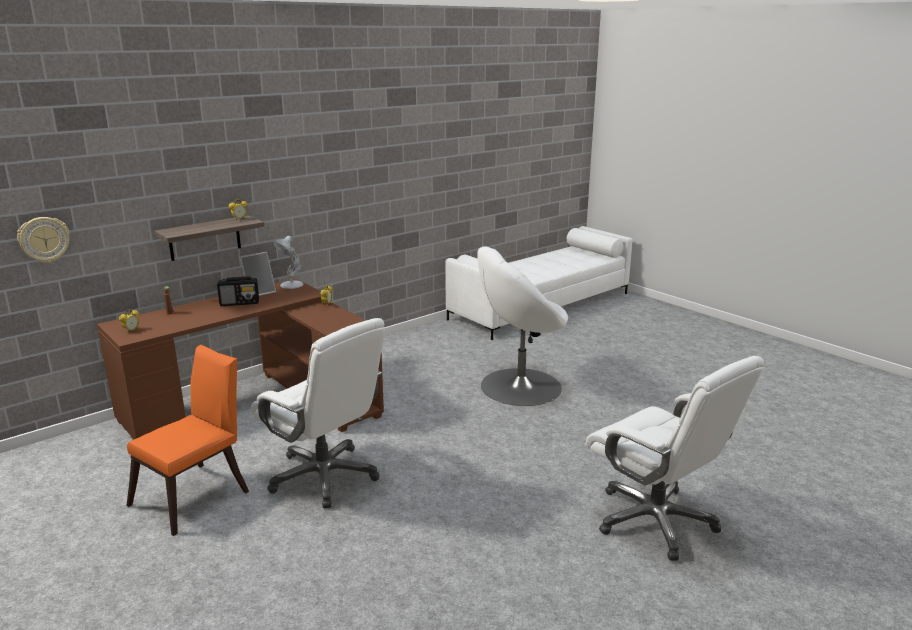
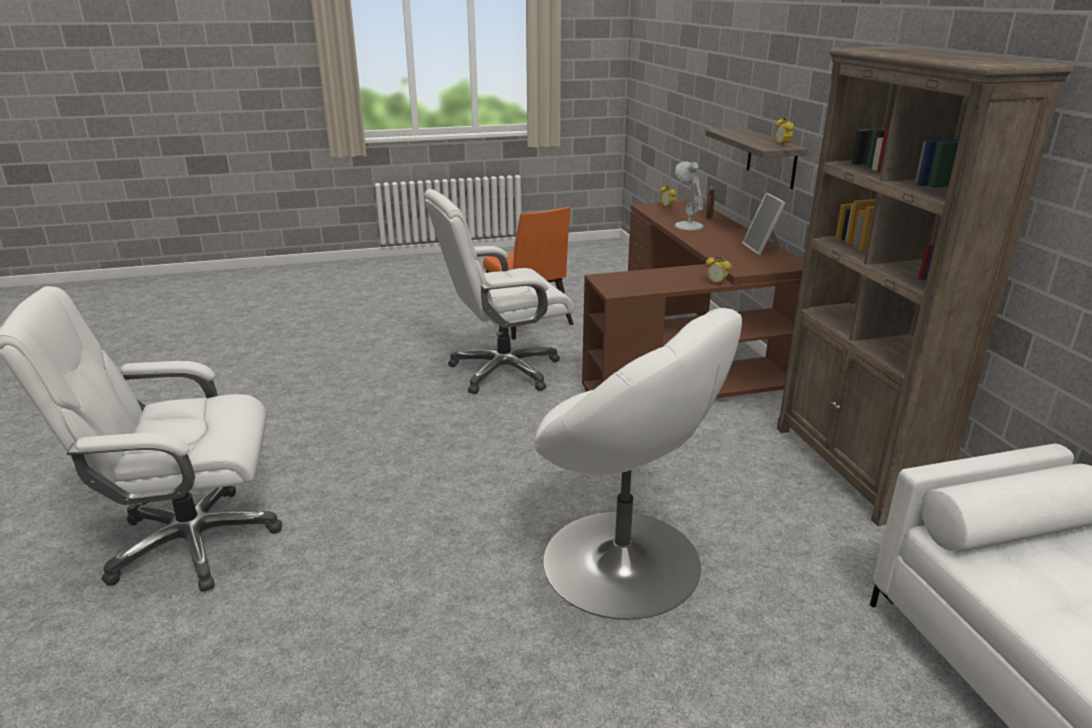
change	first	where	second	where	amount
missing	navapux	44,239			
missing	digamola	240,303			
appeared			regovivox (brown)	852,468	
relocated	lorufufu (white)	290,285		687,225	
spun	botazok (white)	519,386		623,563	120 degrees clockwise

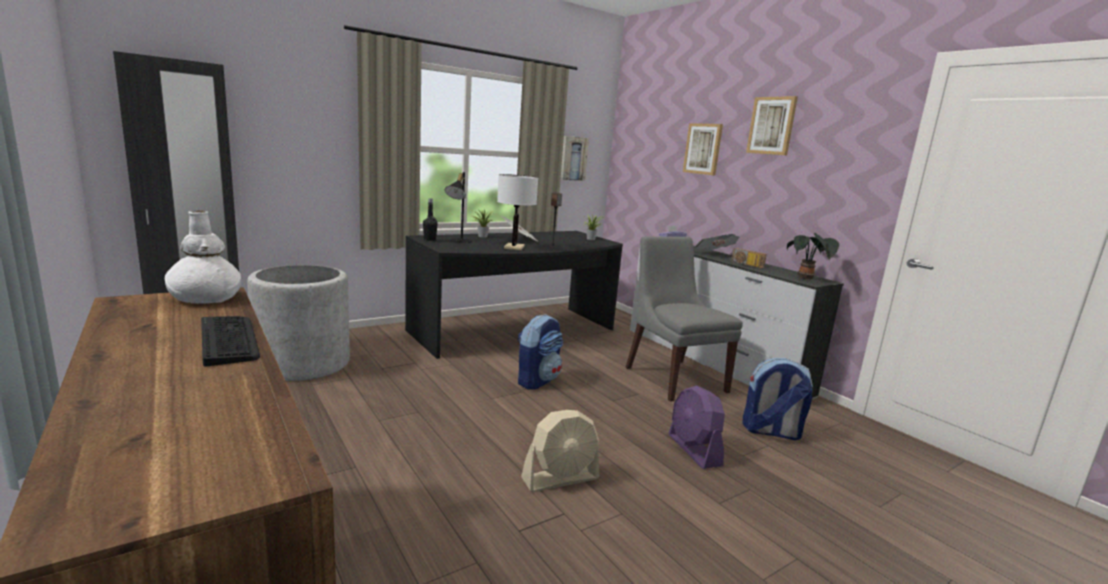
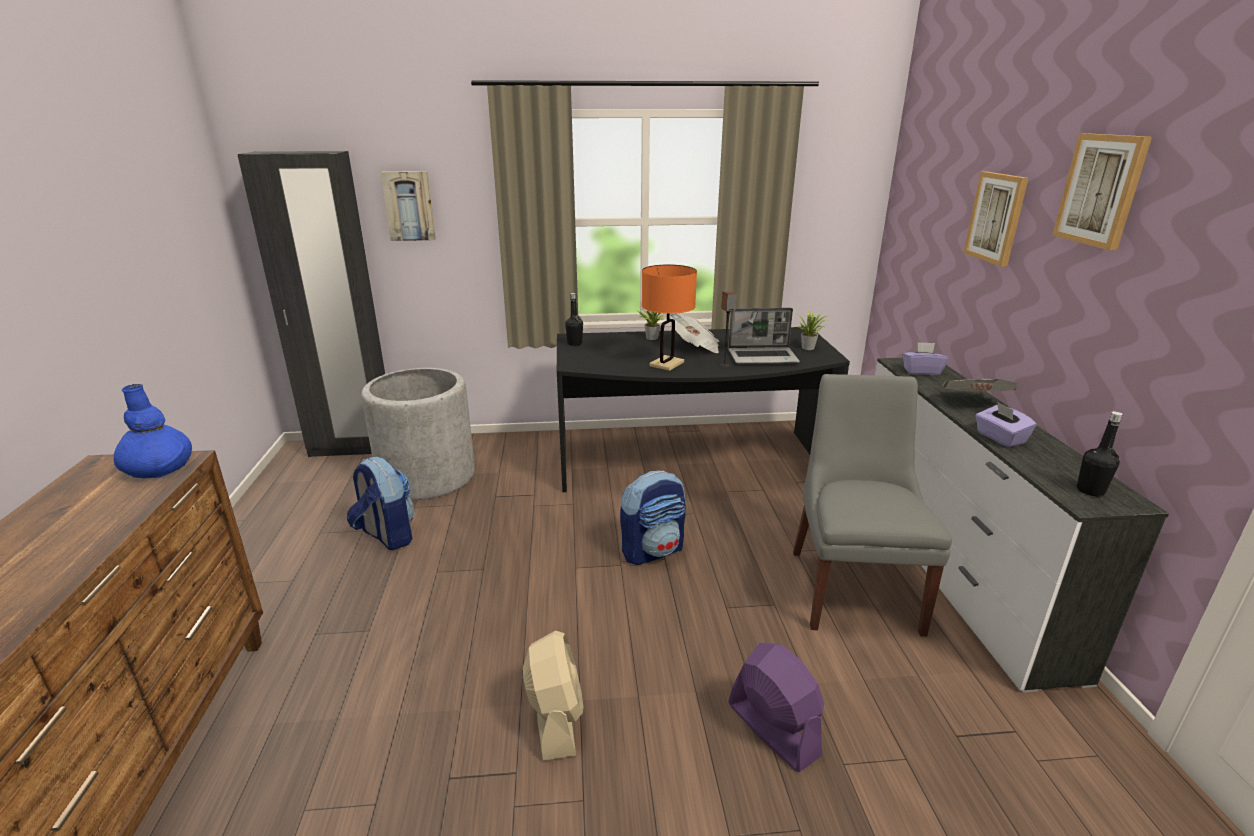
change	first	where	second	where	amount
missing	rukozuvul	229,340			
missing	lorufufu (black)	458,241			
appeared			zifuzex	763,357	
relocated	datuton	573,158		409,206	
relocated	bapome	771,431		386,536	
exchanged	digamola	745,265	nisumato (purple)	1000,438	
exchanged	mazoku	806,278	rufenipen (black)	1090,491	
colour	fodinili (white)	206,298	fodinili (blue)	159,467	
colour	lorufufu (white)	514,247	lorufufu (orange)	666,364	
spun	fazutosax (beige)	560,478		555,717	105 degrees counterclockwise
spun	fazutosax (purple)	694,450		772,729	135 degrees clockwise

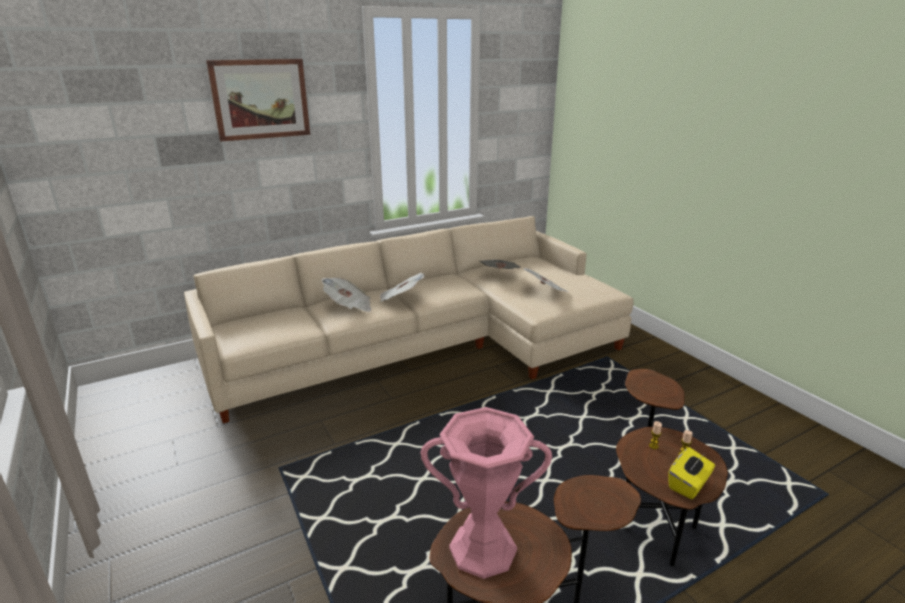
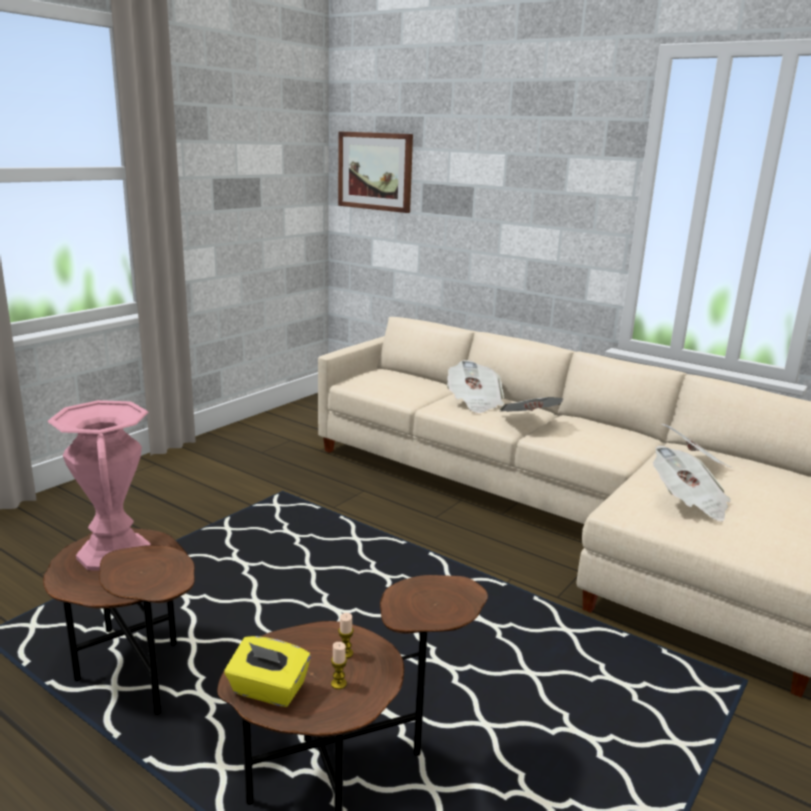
change	first	where	second	where	amount
relocated	datuton	260,99		375,171	

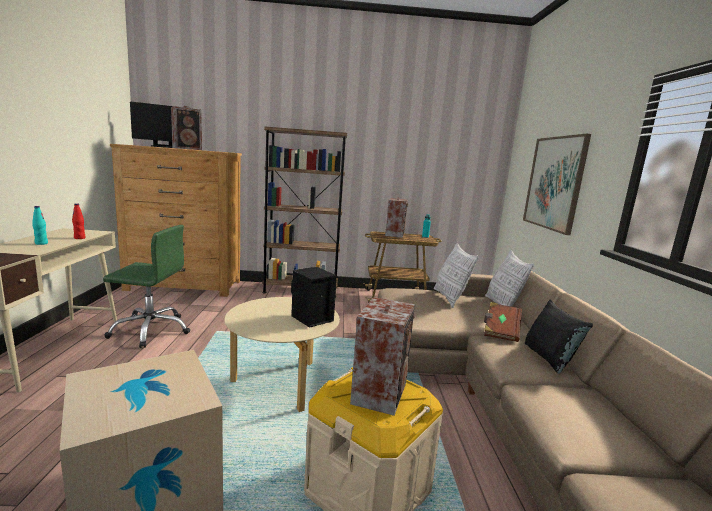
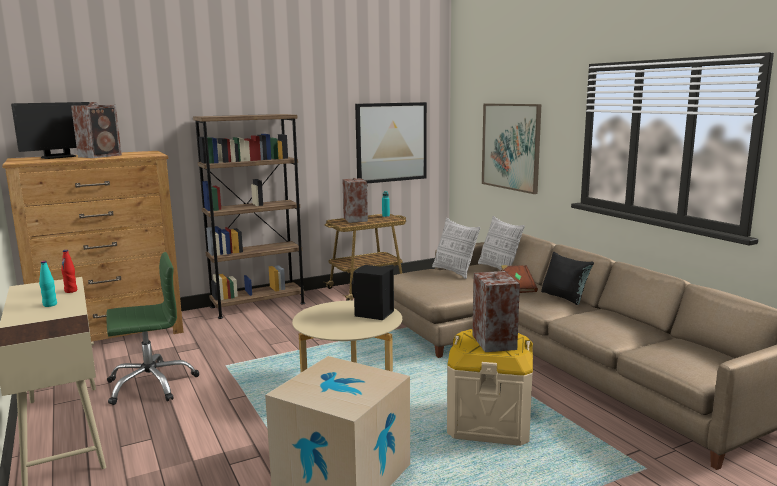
change	first	where	second	where	amount
appeared			datuton	391,142	

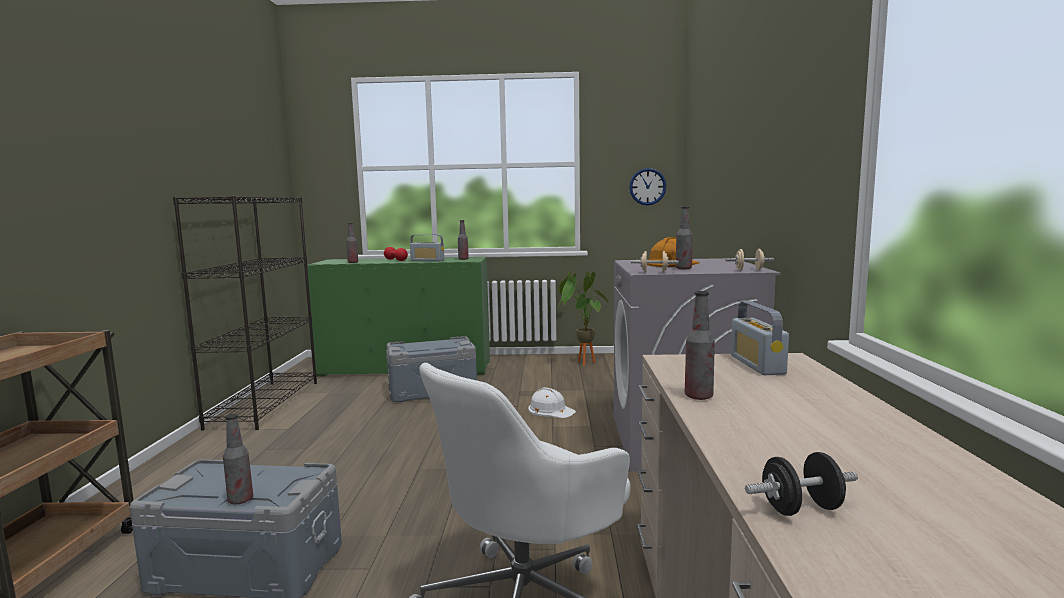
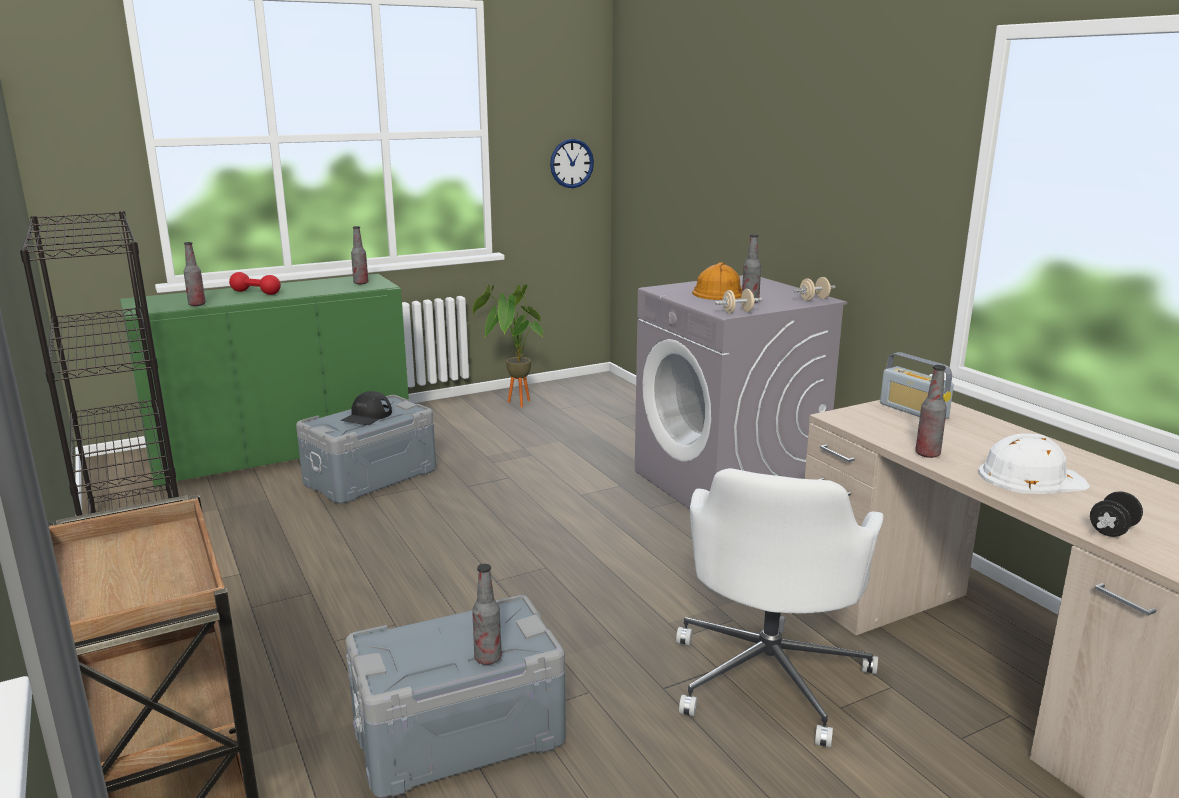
change	first	where	second	where	amount
missing	digamola	427,260			
appeared			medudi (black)	367,416	
relocated	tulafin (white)	550,410		1030,477	

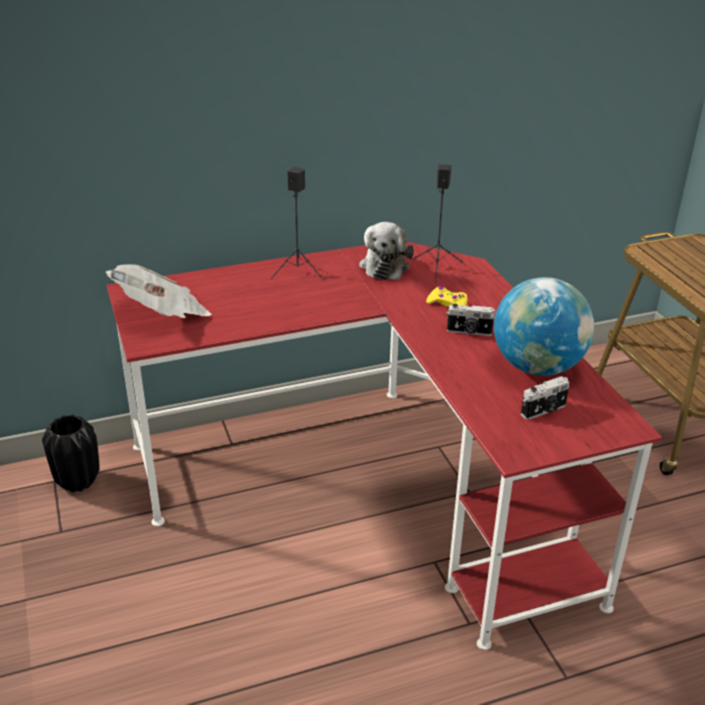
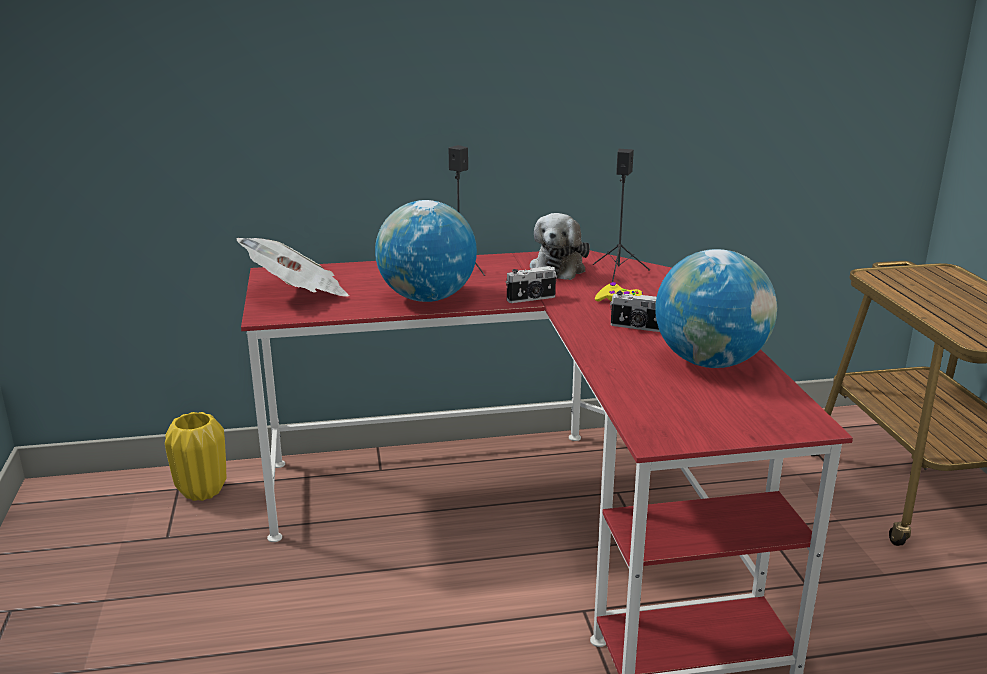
change	first	where	second	where	amount
appeared			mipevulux	427,298	
relocated	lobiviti	544,411		531,299	
colour	fodinili (black)	78,481	fodinili (yellow)	203,491	

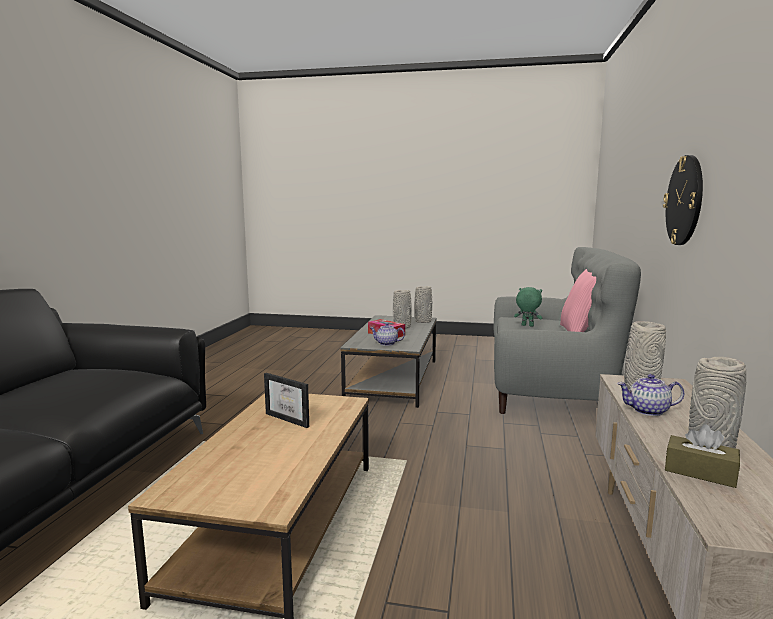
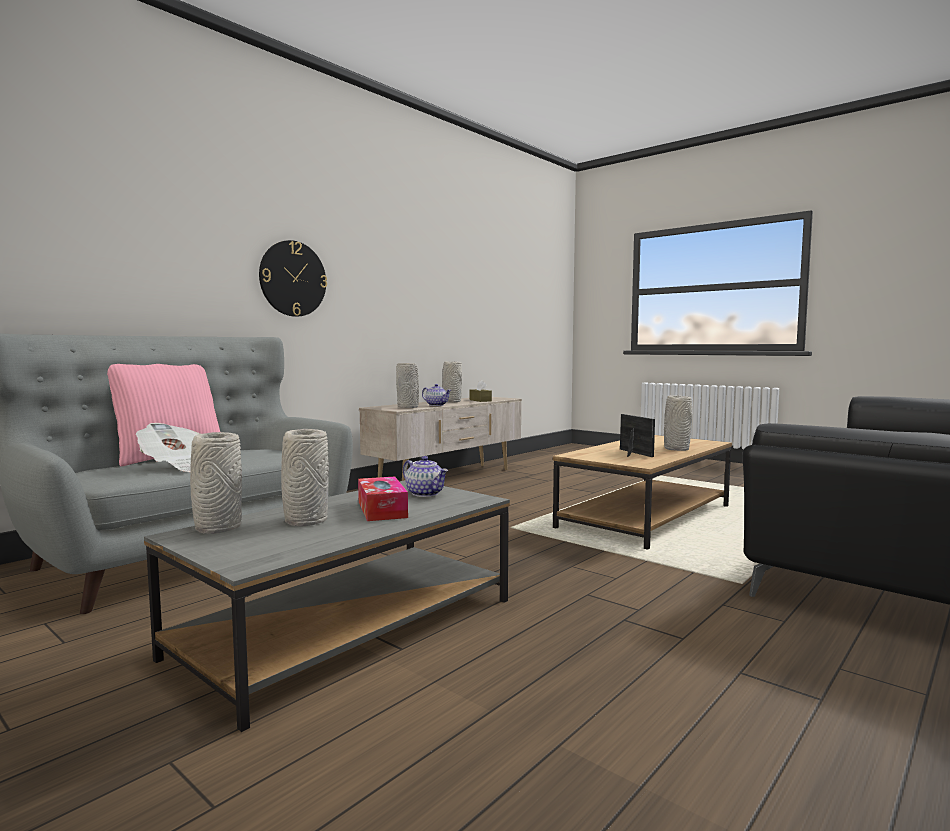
change	first	where	second	where	amount
appeared			fodinili (grey)	676,449	
exchanged	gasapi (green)	527,326	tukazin	178,467	

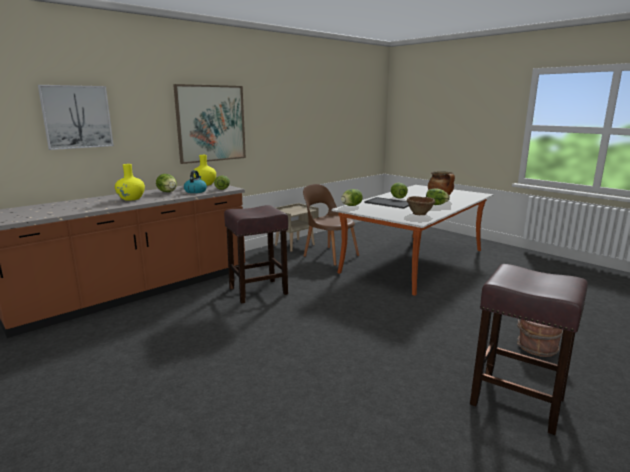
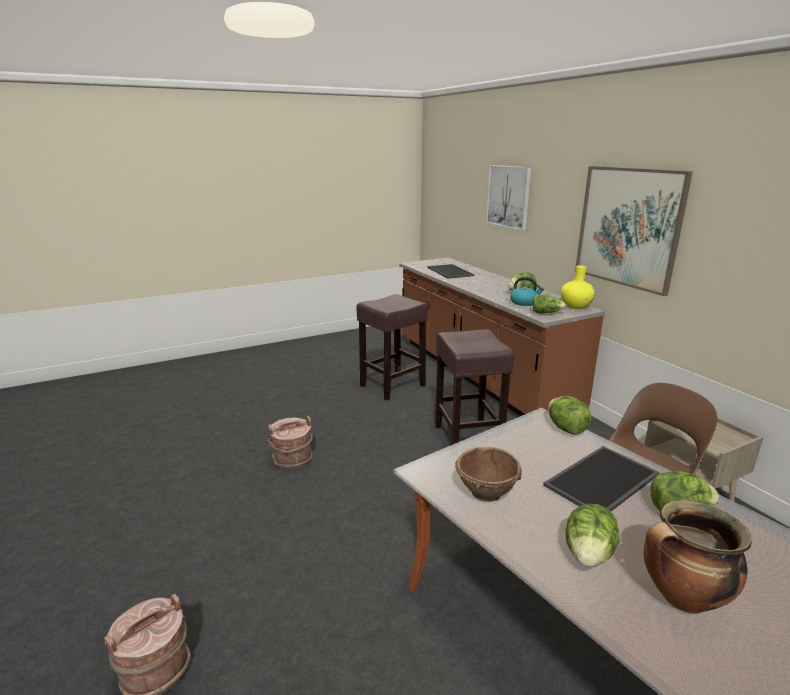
change	first	where	second	where	amount
missing	fodinili (yellow)	131,199			
appeared			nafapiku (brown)	292,459	
appeared			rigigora	449,271	
relocated	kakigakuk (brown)	519,402		392,386	

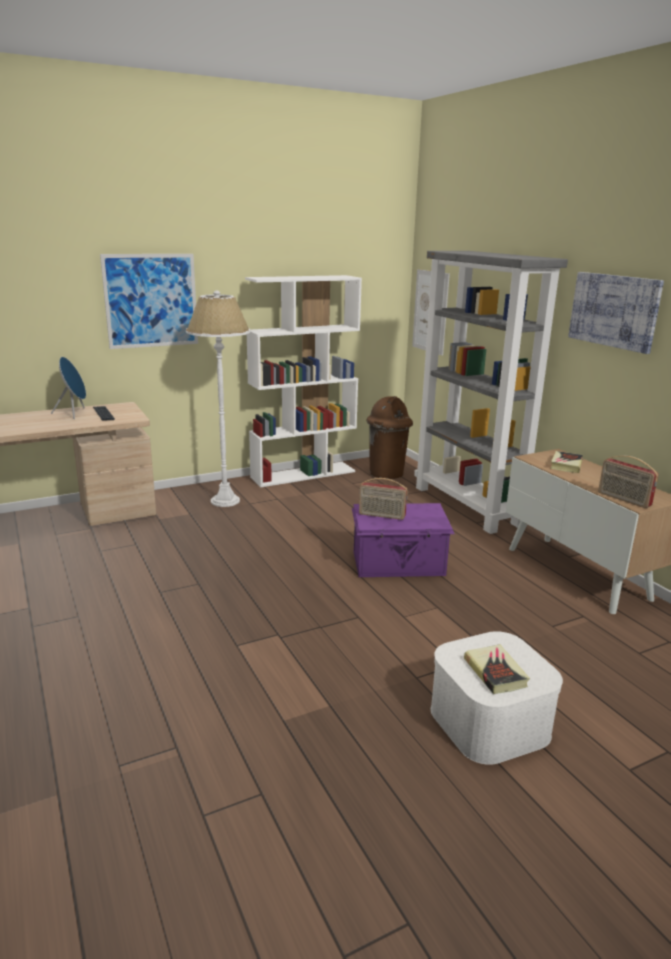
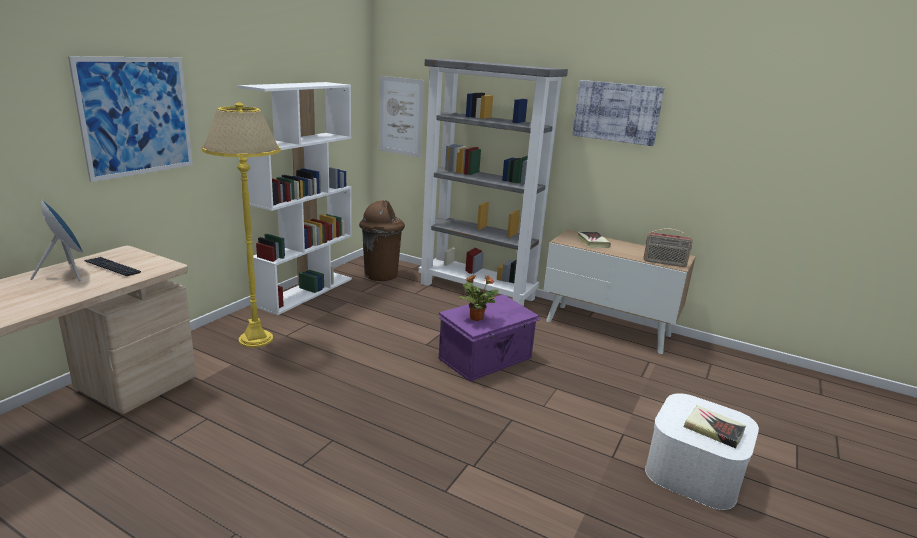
change	first	where	second	where	amount
exchanged	digamola	381,515	mazoku	476,317	
colour	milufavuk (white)	225,501	milufavuk (yellow)	255,339	

